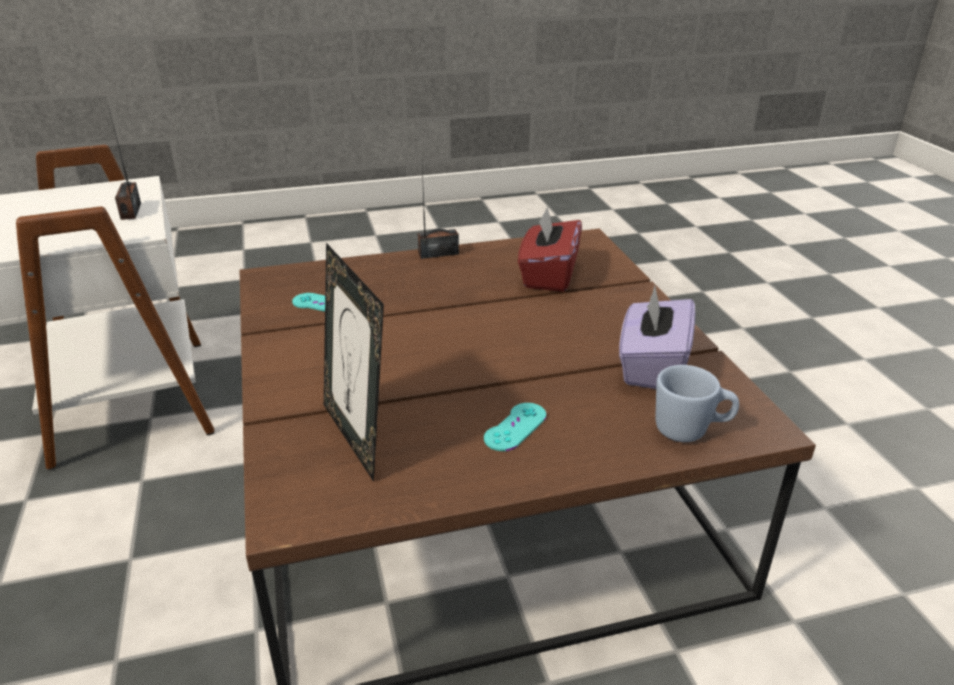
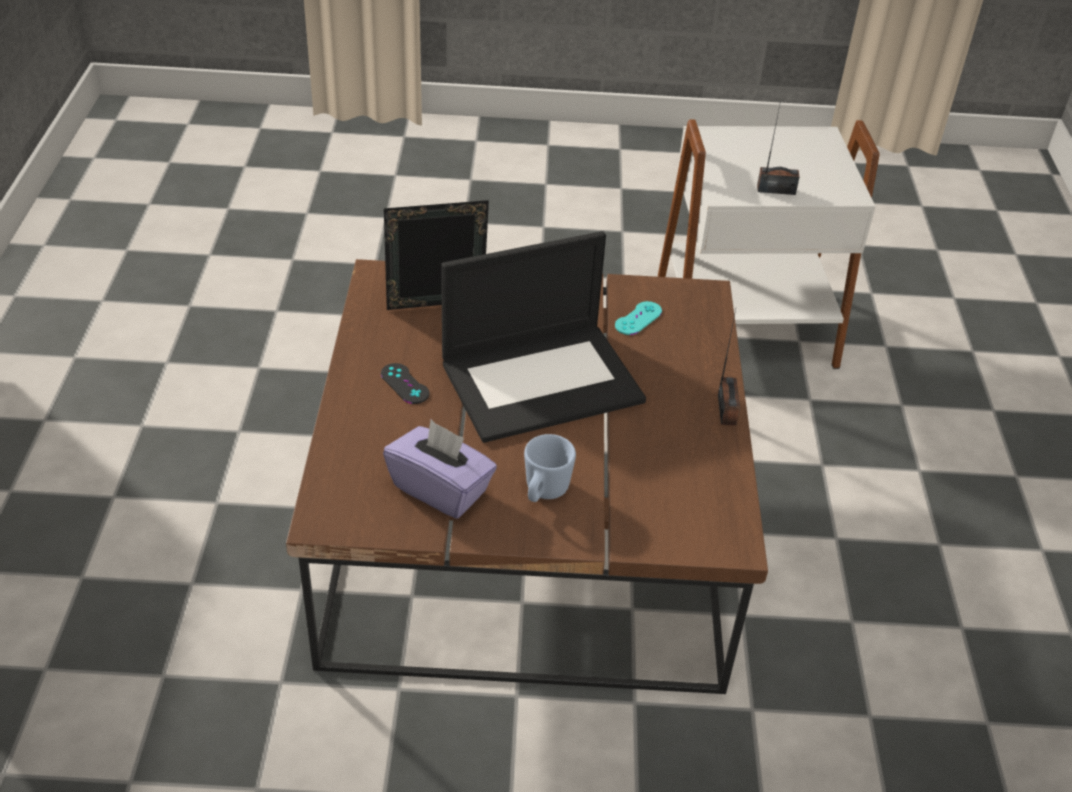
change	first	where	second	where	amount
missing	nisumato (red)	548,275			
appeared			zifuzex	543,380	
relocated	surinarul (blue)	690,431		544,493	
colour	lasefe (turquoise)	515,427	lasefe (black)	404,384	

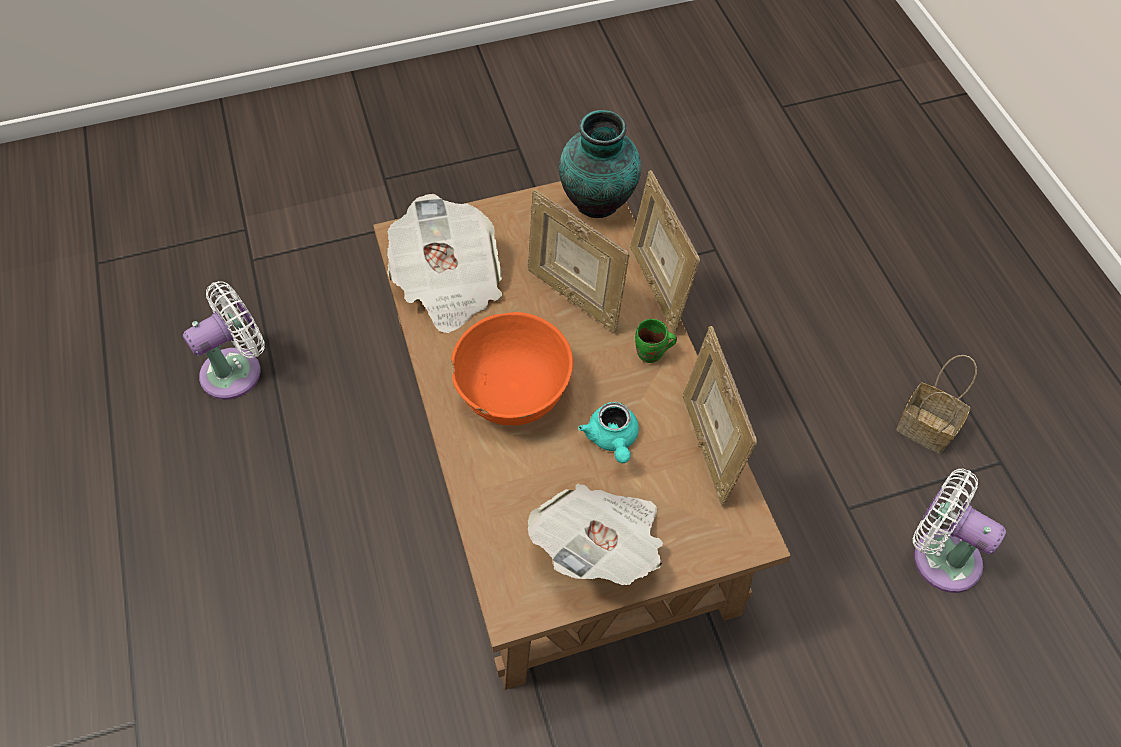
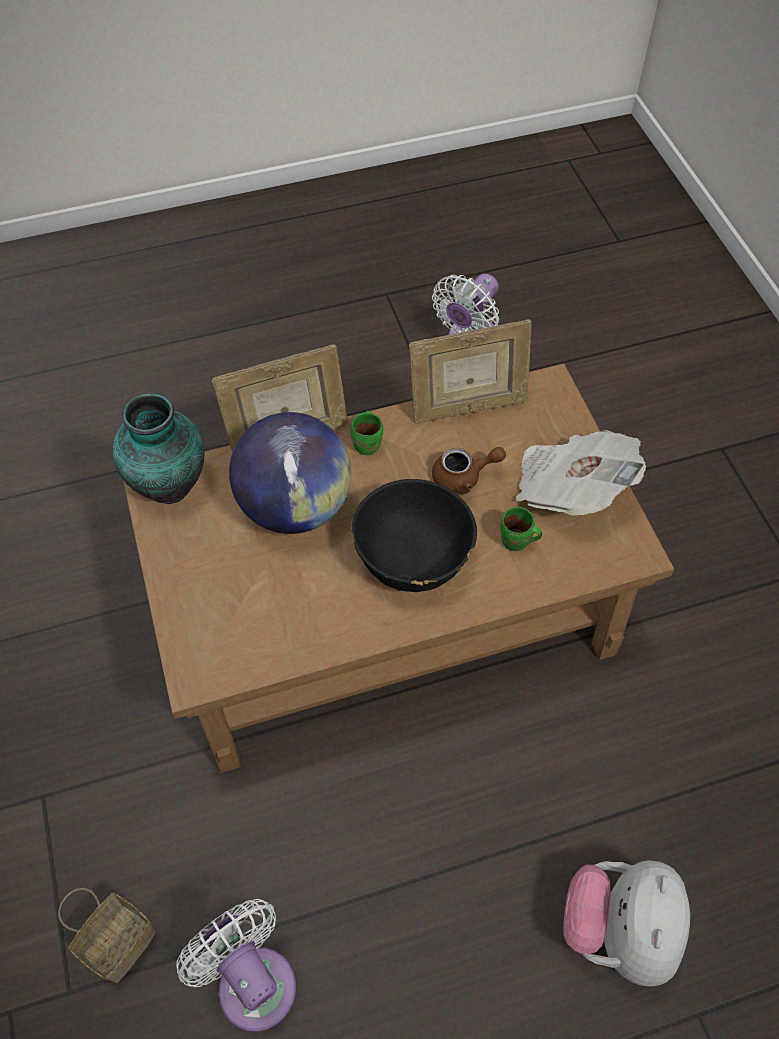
change	first	where	second	where	amount
missing	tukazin	448,284			
appeared			surinarul (green)	516,542	
appeared			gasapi	618,930	
relocated	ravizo	927,428		120,941	
exchanged	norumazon	574,296	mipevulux	295,506	
colour	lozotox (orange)	514,392	lozotox (black)	413,557	
colour	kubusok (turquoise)	612,439	kubusok (brown)	463,477	

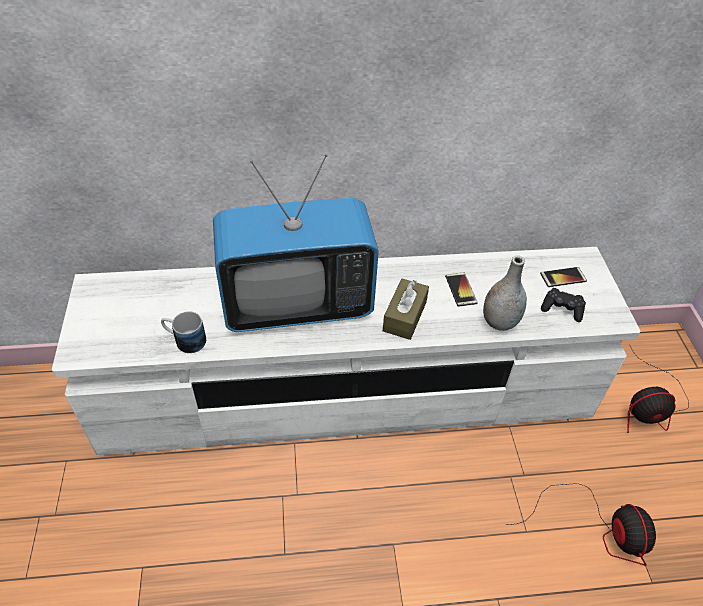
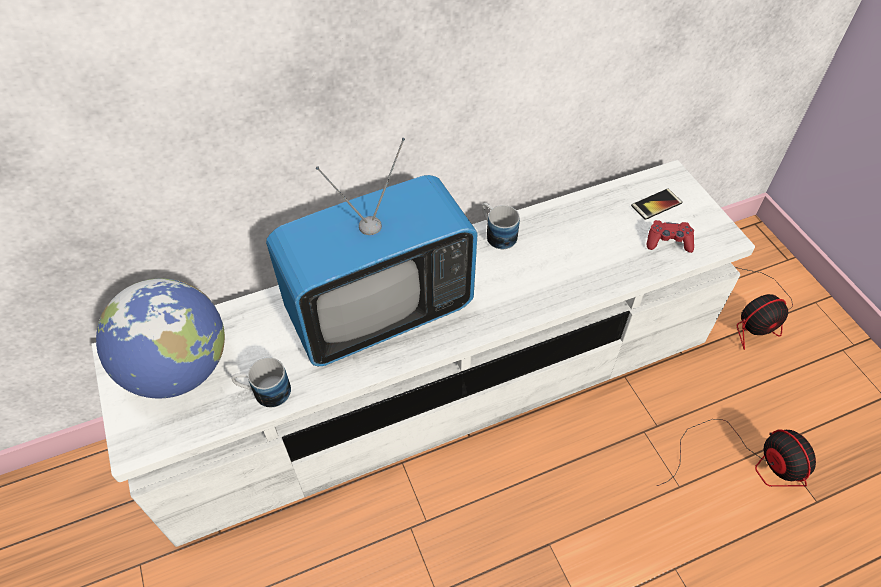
change	first	where	second	where	amount
missing	nisumato (brown)	404,316			
missing	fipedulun	460,290			
missing	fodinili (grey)	499,322			
appeared			mipevulux	179,369	
appeared			surinarul	496,234	
colour	lasefe (black)	562,309	lasefe (red)	668,241	

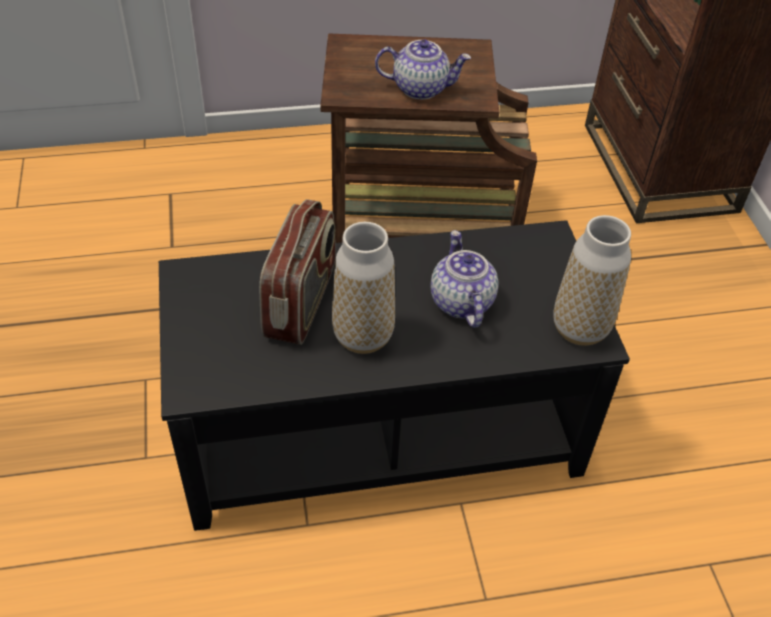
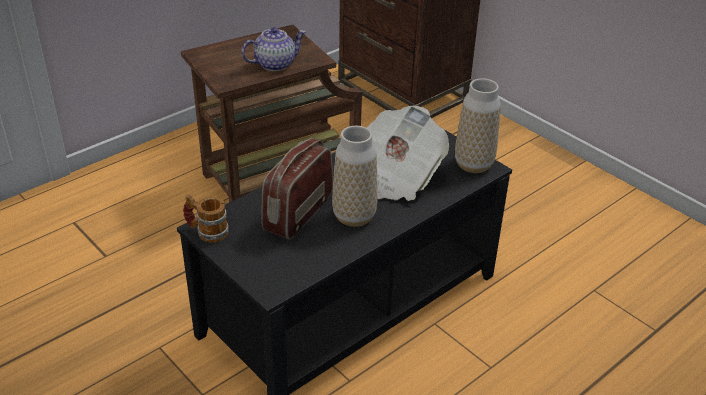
change	first	where	second	where	amount
appeared			surinarul	207,231	
exchanged	kubusok	460,301	tukazin	394,176	
spun	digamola	301,302		298,213	135 degrees counterclockwise

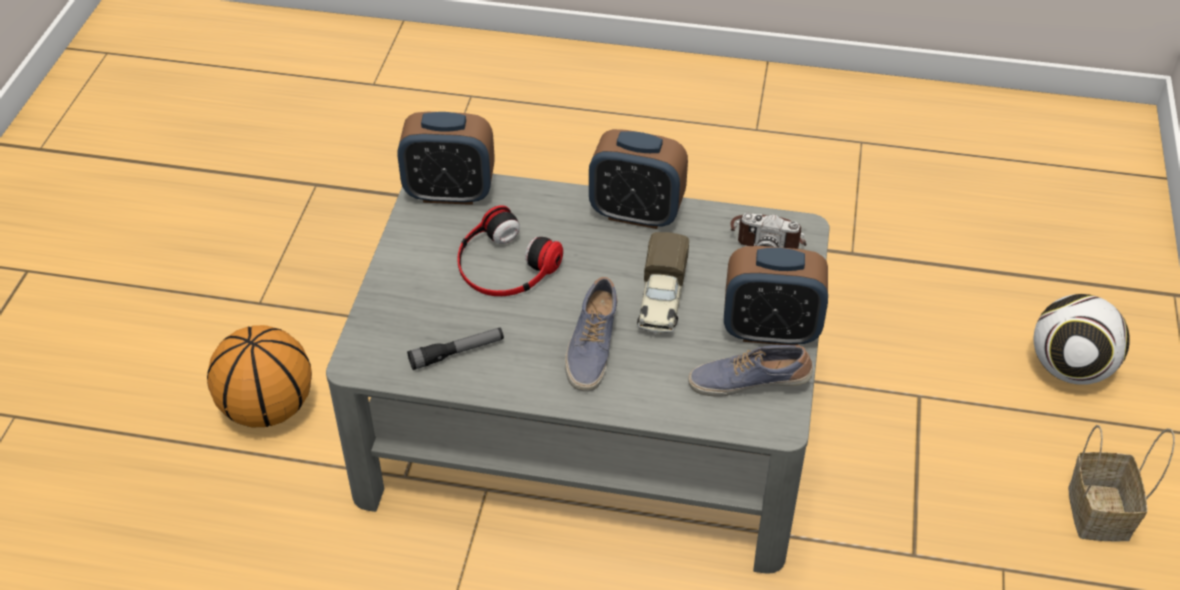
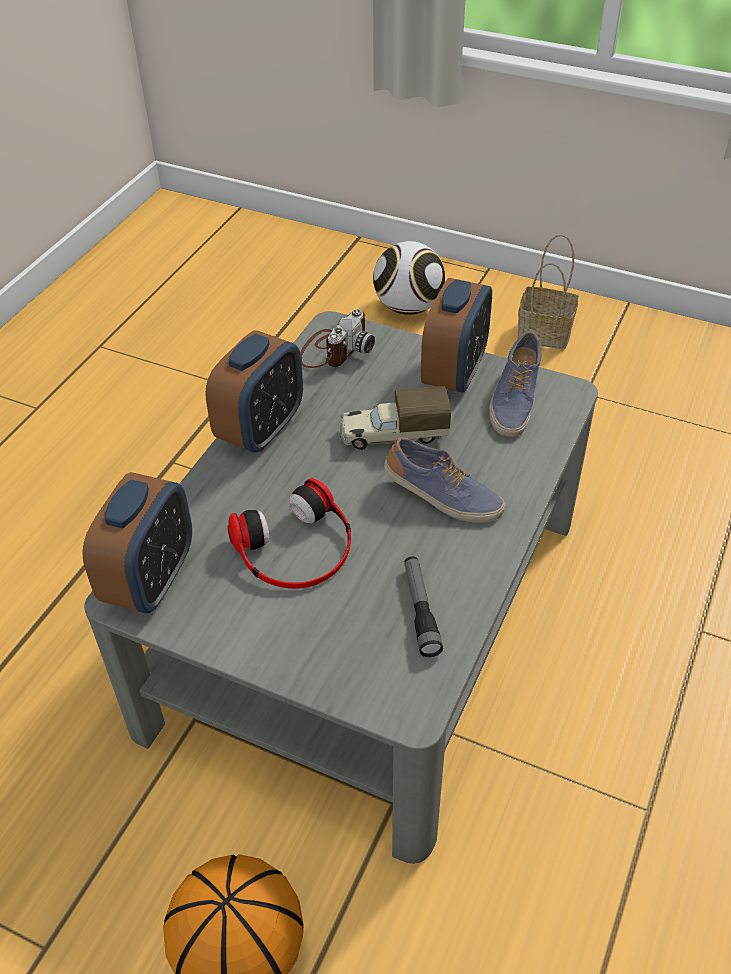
change	first	where	second	where	amount
spun	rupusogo	661,300		393,435	150 degrees clockwise

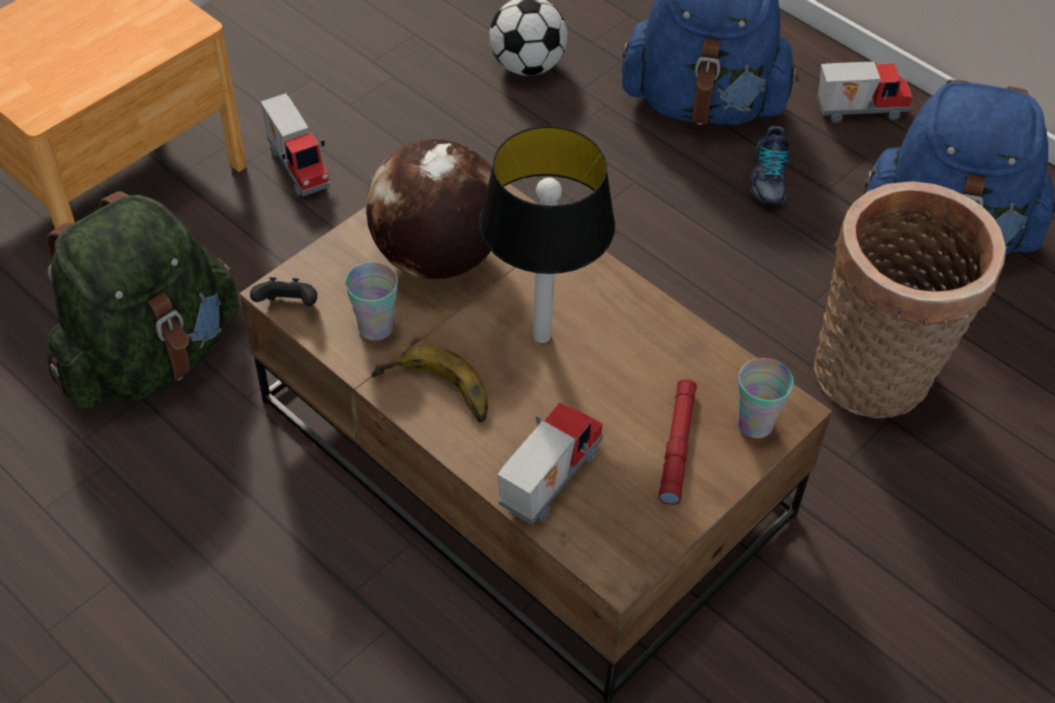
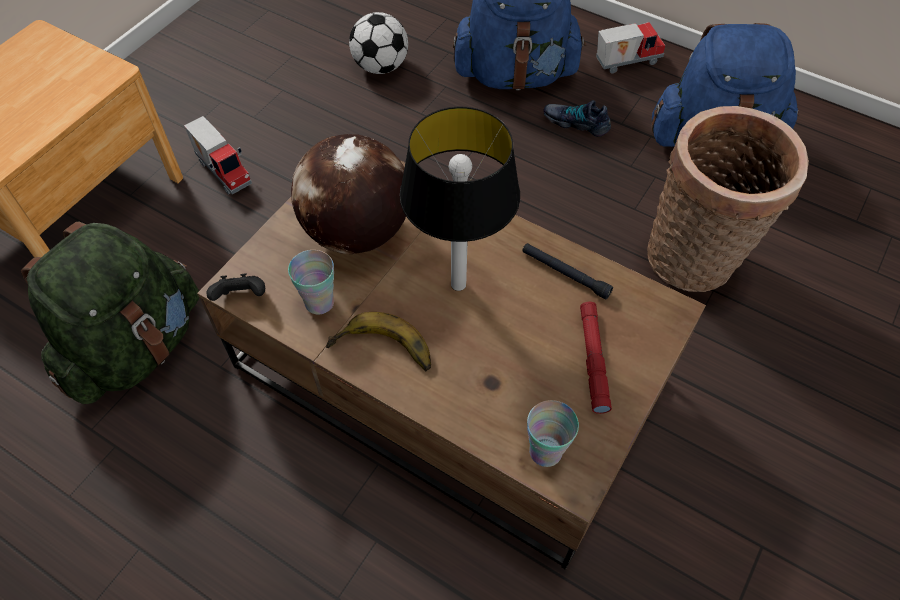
change	first	where	second	where	amount
missing	rupusogo	546,479			
appeared			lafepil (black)	565,274	
relocated	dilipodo	755,424		545,451	
spun	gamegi	767,179		576,122	120 degrees clockwise

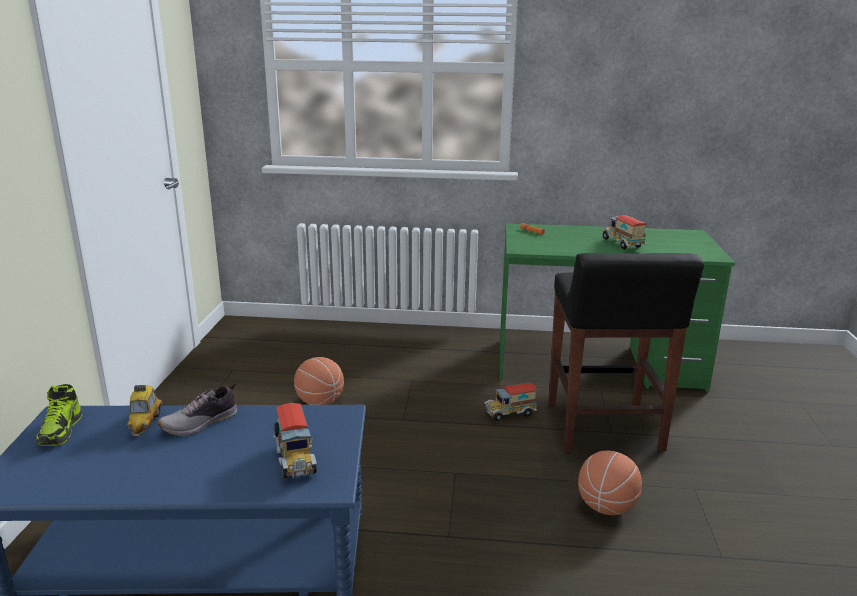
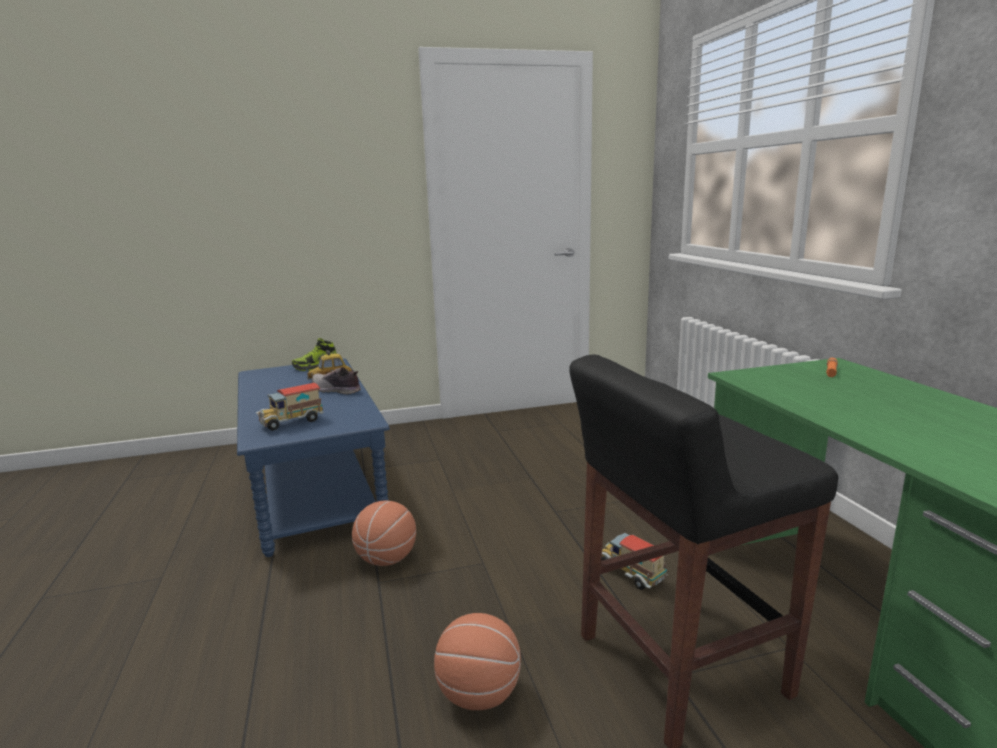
change	first	where	second	where	amount
missing	rupusogo	622,244			
relocated	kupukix	320,402		387,559	

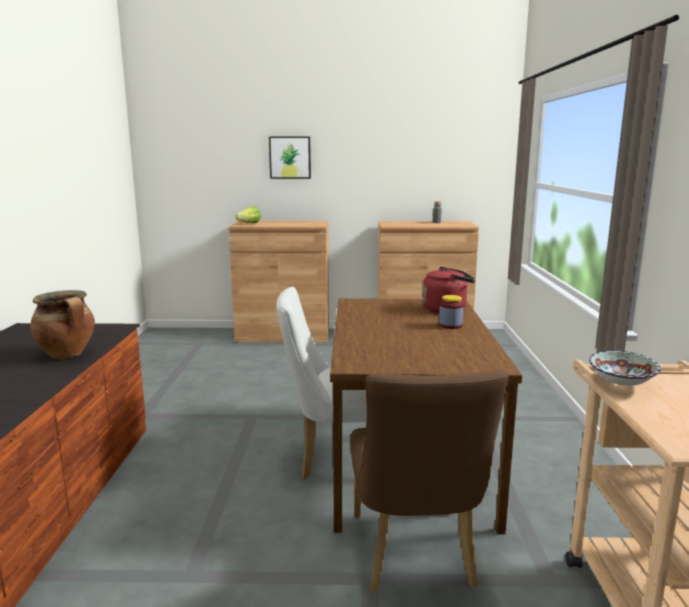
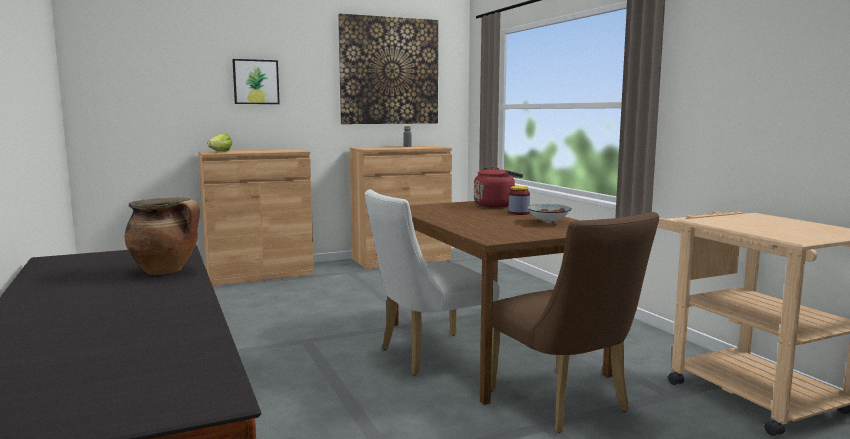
change	first	where	second	where	amount
appeared			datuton	389,71	
relocated	lozotox	622,384		549,222	

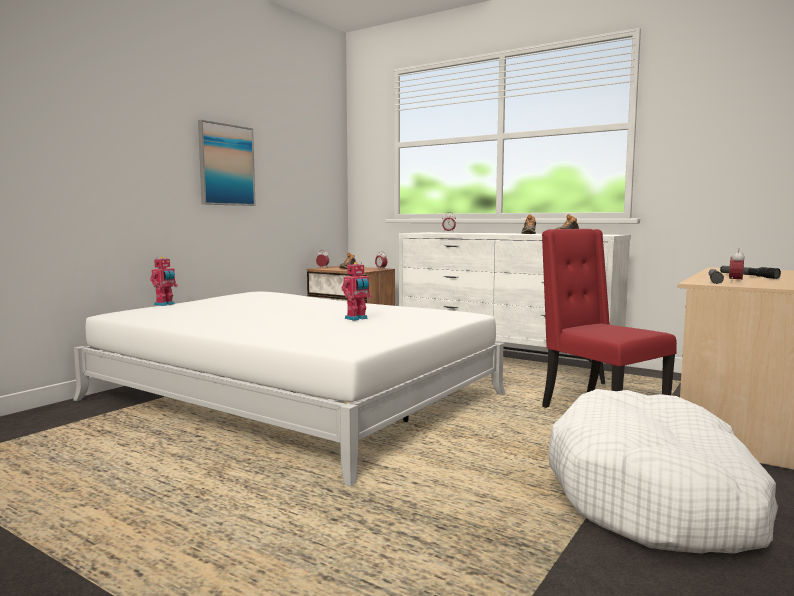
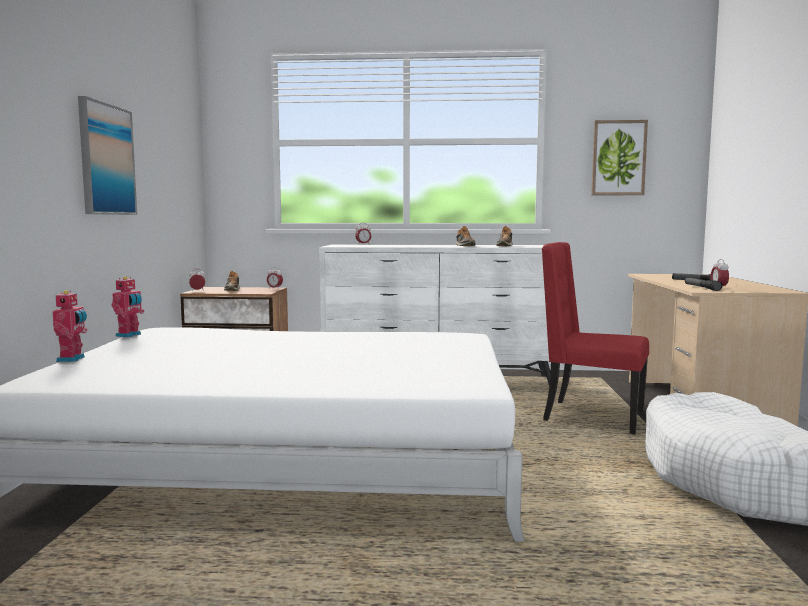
change	first	where	second	where	amount
appeared			datuton	618,158	
relocated	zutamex	357,318		129,335	

